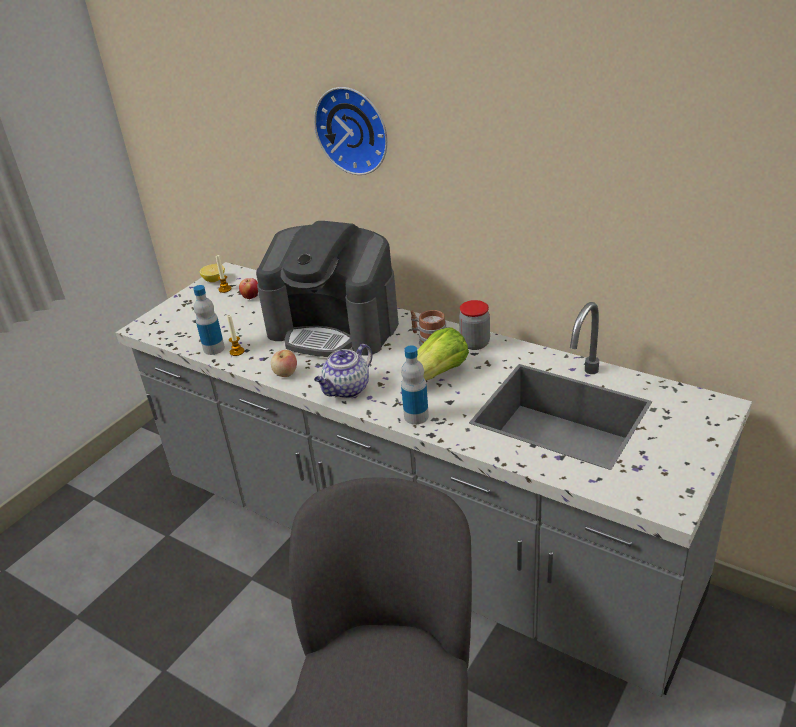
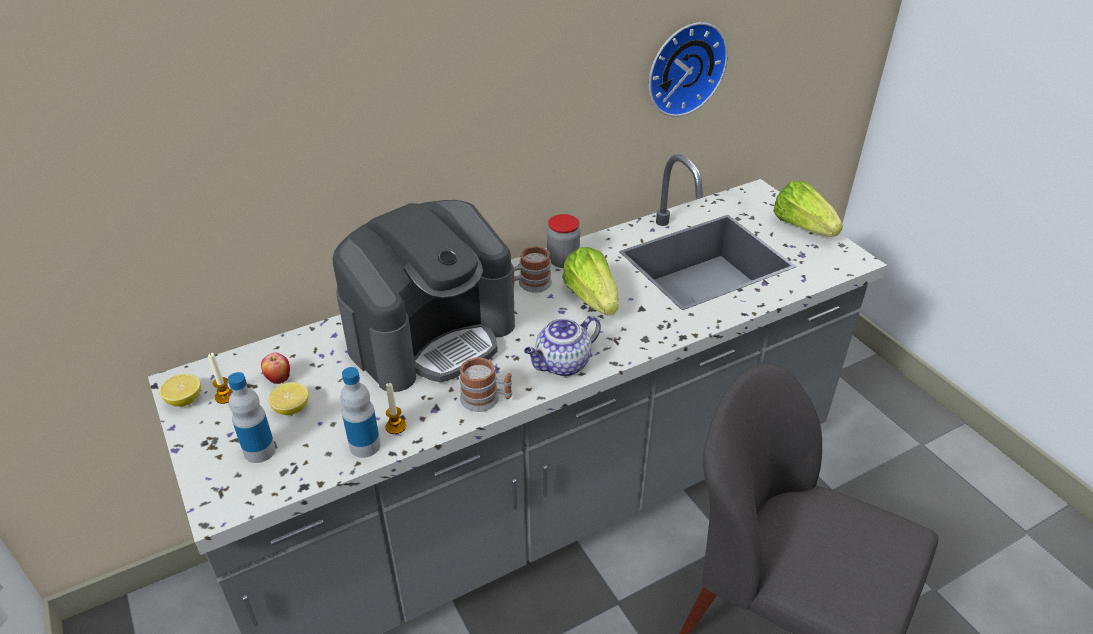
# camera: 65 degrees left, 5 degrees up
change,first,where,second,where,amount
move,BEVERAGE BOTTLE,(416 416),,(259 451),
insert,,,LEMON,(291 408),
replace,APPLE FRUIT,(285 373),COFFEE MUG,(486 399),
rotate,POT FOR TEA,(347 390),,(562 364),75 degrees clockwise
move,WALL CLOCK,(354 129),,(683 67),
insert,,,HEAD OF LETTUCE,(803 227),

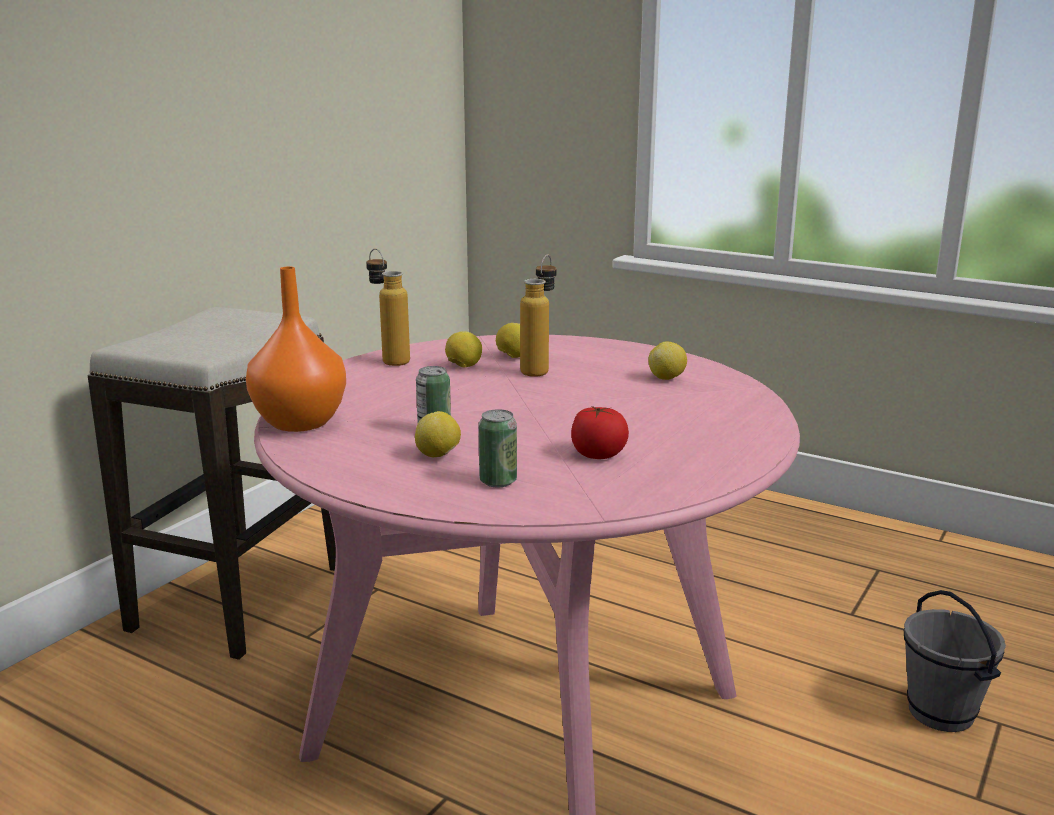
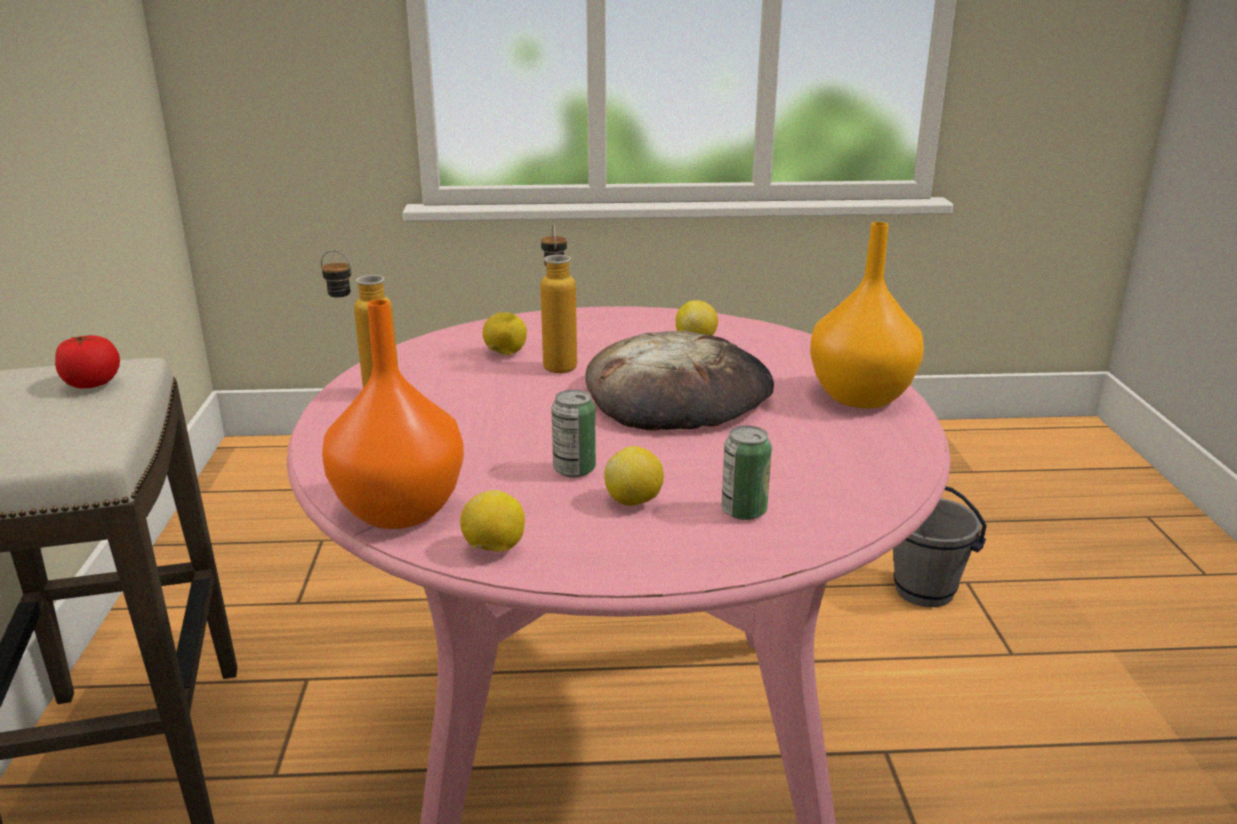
# camera: 35 degrees left, 5 degrees up
change,first,where,second,where,amount
move,FRESH TOMATO,(598 454),,(92 383),
move,LEMON,(463 366),,(494 549),
insert,,,BREAD,(678 394),
insert,,,ORANGE DECORATIVE VASE,(862 396),

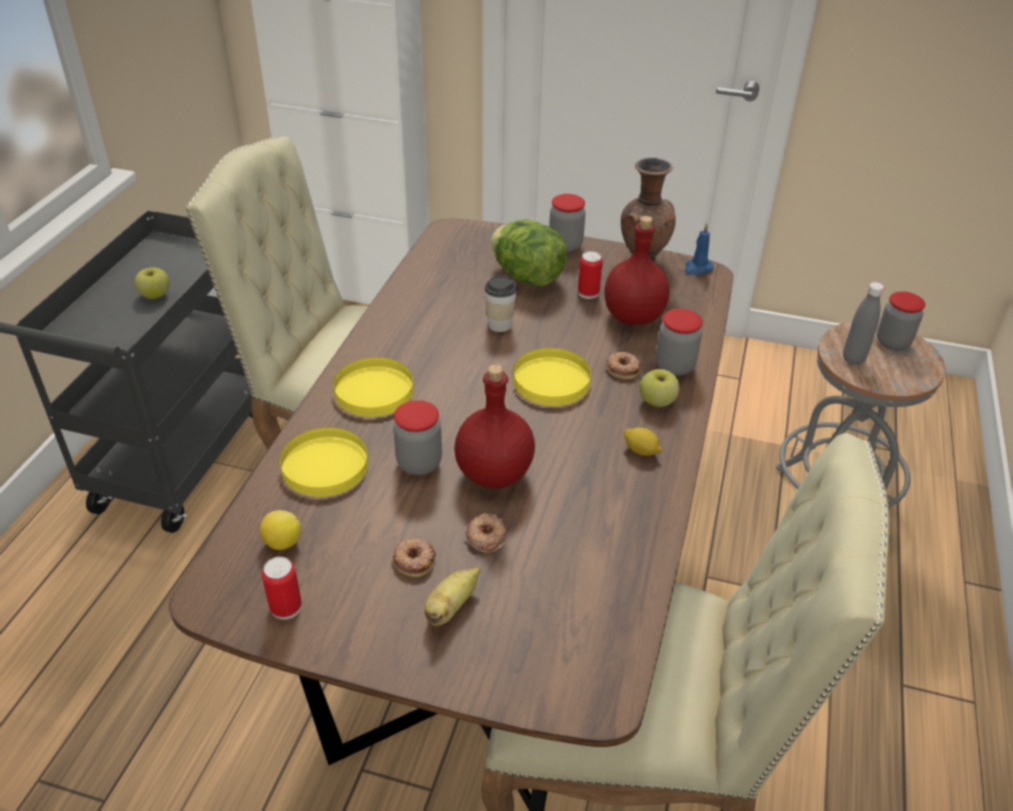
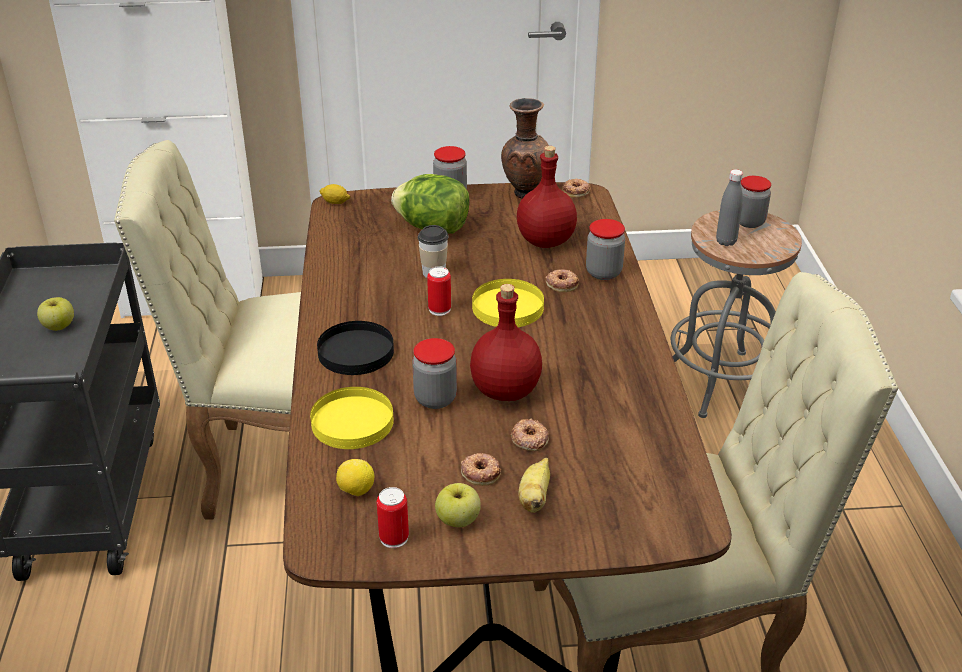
# camera: 20 degrees left, 5 degrees down
change,first,where,second,where,amount
recolor,YELLOW-COLOURED PLATE,(373 390),BLACKISH PLATE,(355 352),
move,LEMON,(641 450),,(335 202),
move,CAN,(588 293),,(439 309),
move,APPLE FRUIT,(657 402),,(458 520),
replace,BLUE CANDLE,(697 268),DOUGHNUT,(576 191),

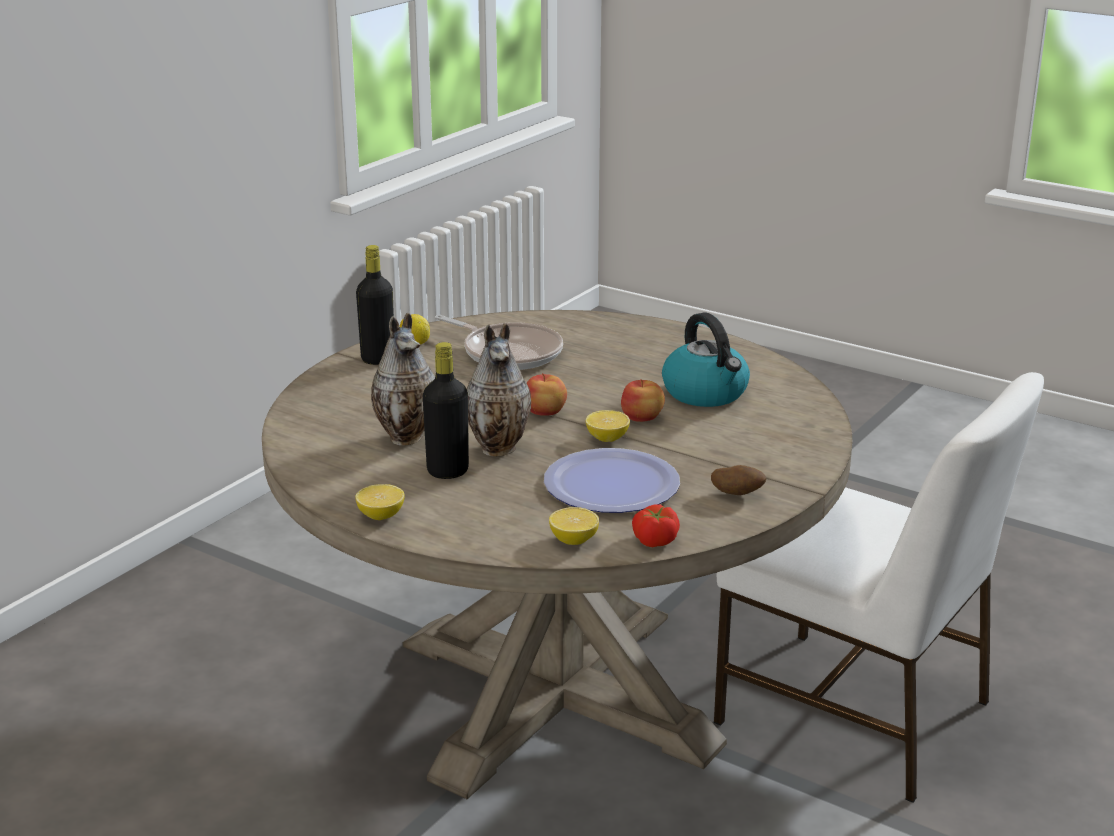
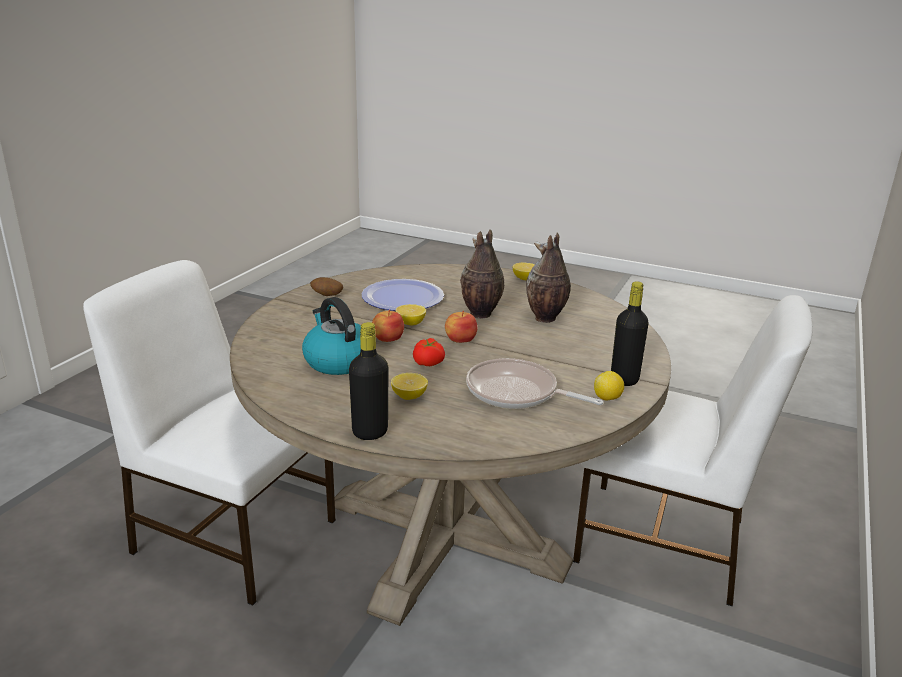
# camera: 170 degrees right, 0 degrees up
change,first,where,second,where,amount
move,BLACKISH BEVERAGE BOTTLE,(447 471),,(370 432),
move,LEMON,(573 540),,(409 396),
move,FRESH TOMATO,(654 540),,(429 362),
insert,,,WHITISH CHAIR,(664 542),

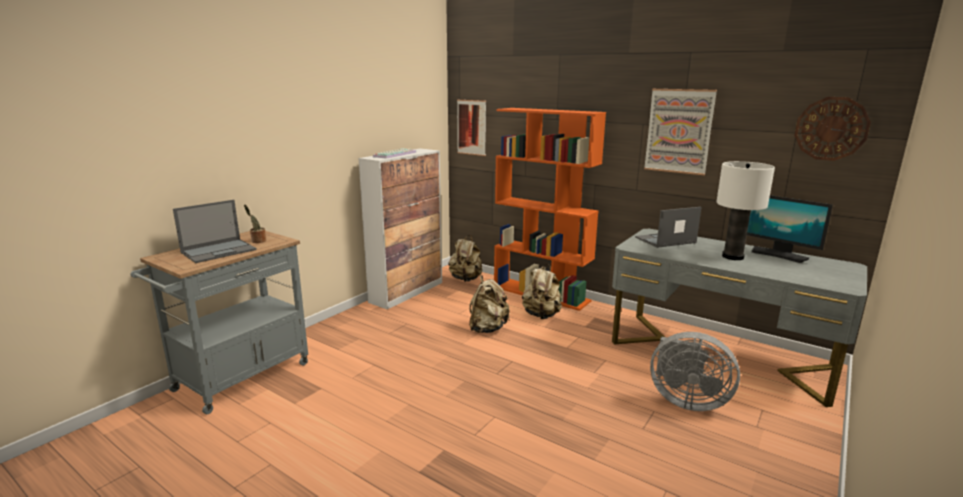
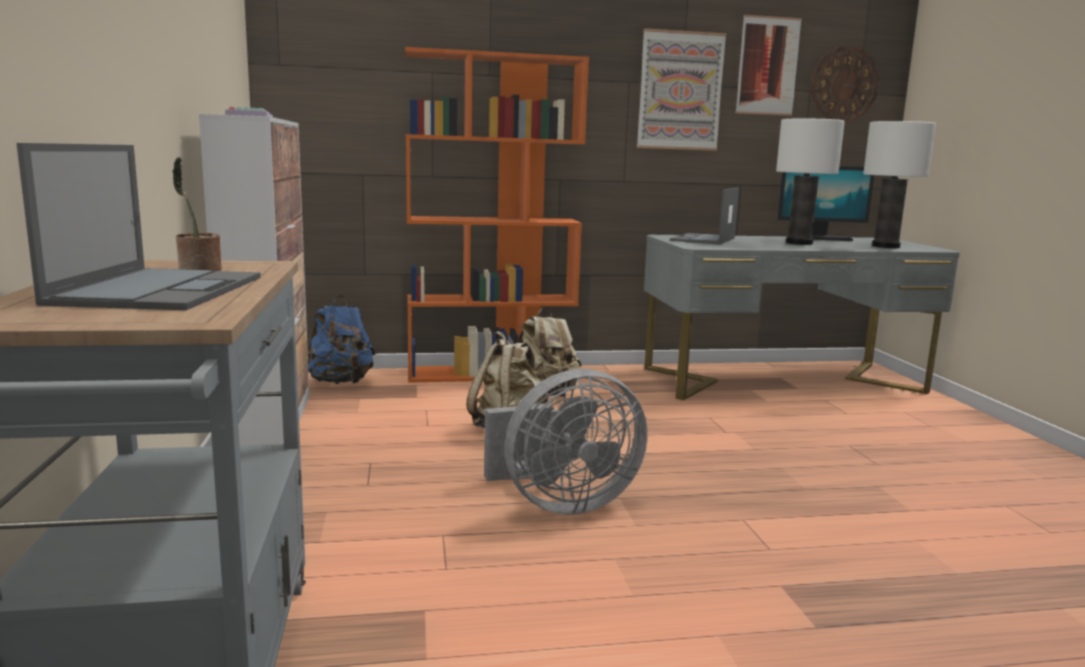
# camera: 45 degrees left, 5 degrees down
change,first,where,second,where,amount
recolor,BEIGE KNAPSACK,(466 279),BLUE KNAPSACK,(341 383),
move,GREY COOLING FAN,(685 400),,(561 503),
move,PICTURE,(471 127),,(767 66),
insert,,,WHITISH LAMP FOR A TABLE,(885 246),

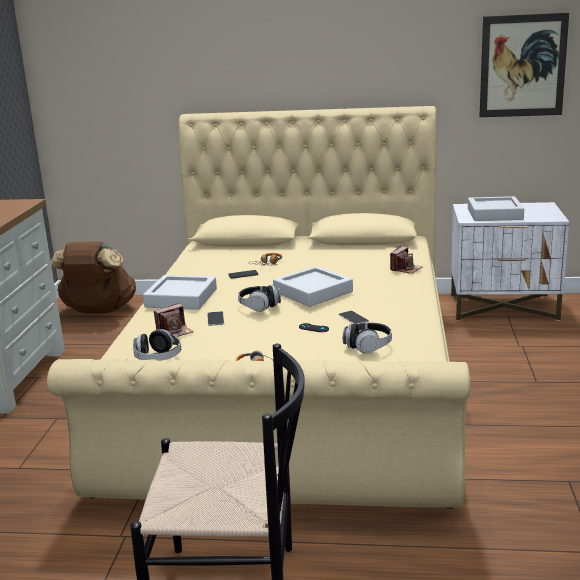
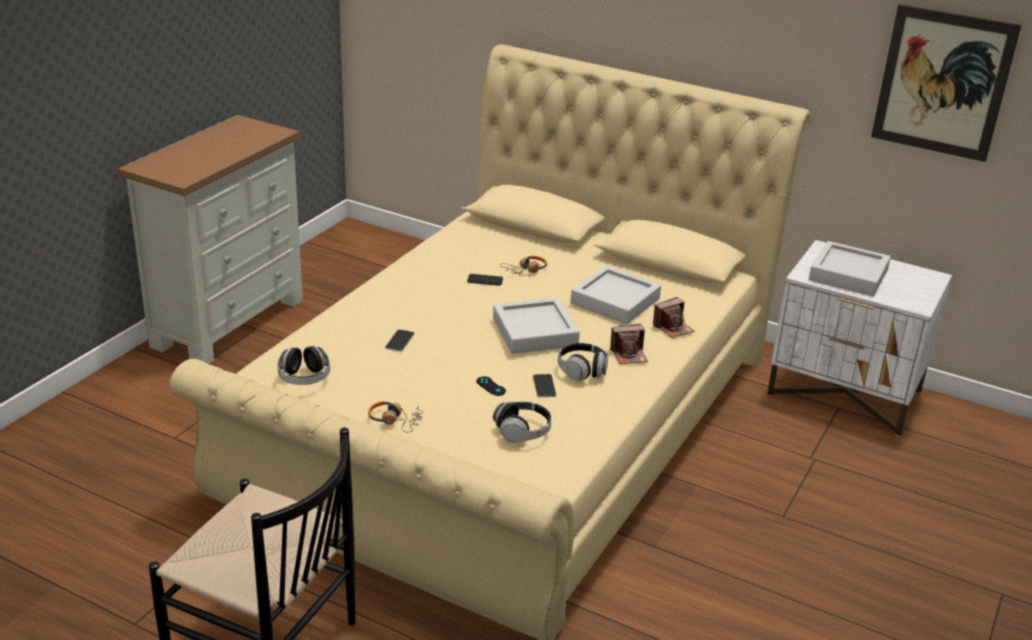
# camera: 20 degrees right, 10 degrees up
change,first,where,second,where,amount
move,PAIR OF HEADPHONES,(259 306),,(582 370),
move,GREY TRAY,(181 298),,(615 301),
move,PHOTO CAMERA,(175 332),,(629 355),
delete,BROWN-COLOURED KNAPSACK,(98 311),,,

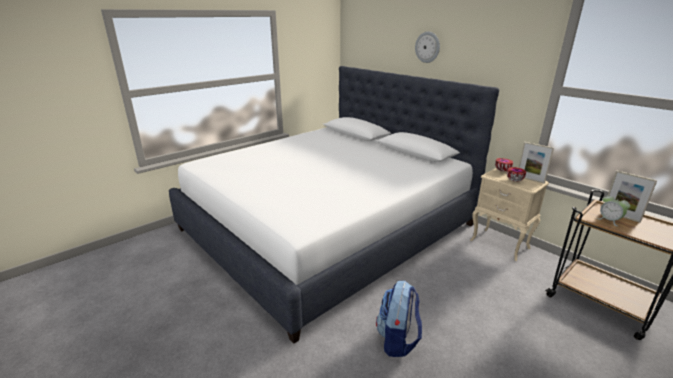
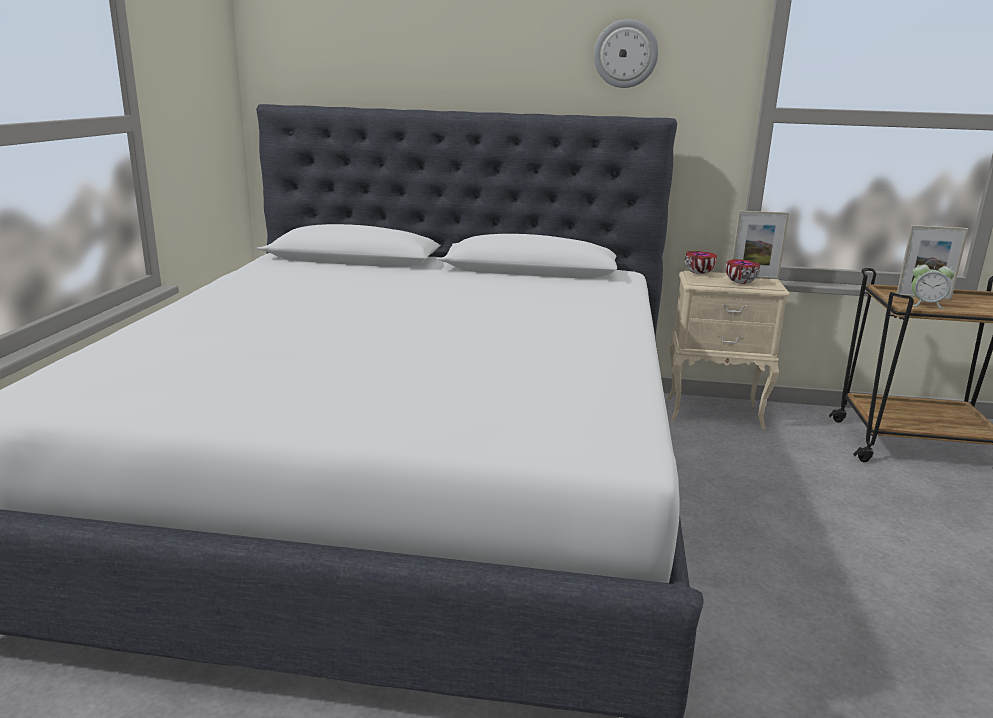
# camera: 40 degrees left, 5 degrees down
change,first,where,second,where,amount
move,WALL CLOCK,(427 47),,(625 54),
delete,KNAPSACK,(398 340),,,

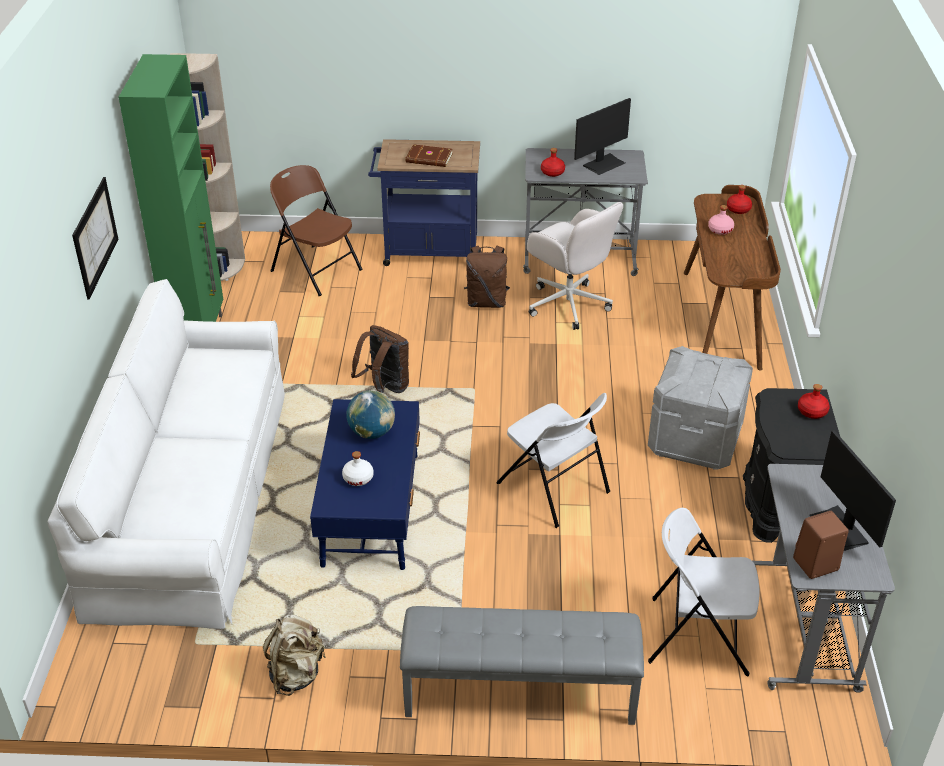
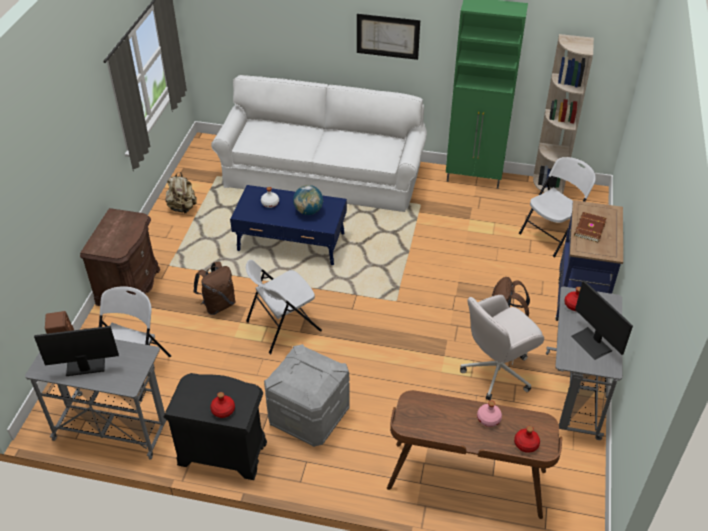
# camera: 100 degrees right, 5 degrees up
change,first,where,second,where,amount
replace,GREY LONG SEAT,(519 694),BROWN-COLOURED NIGHTSTAND,(131 285),
move,BROWN-COLOURED KNAPSACK,(385 388),,(218 305),
recolor,BROWN-COLOURED CHAIR,(316 270),WHITISH CHAIR,(553 234),

